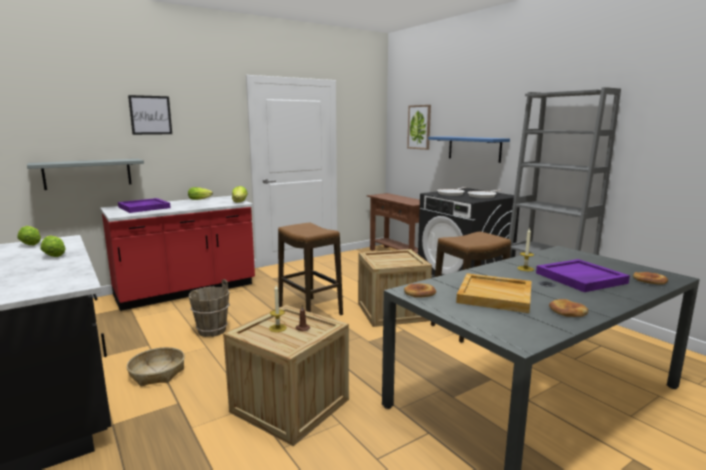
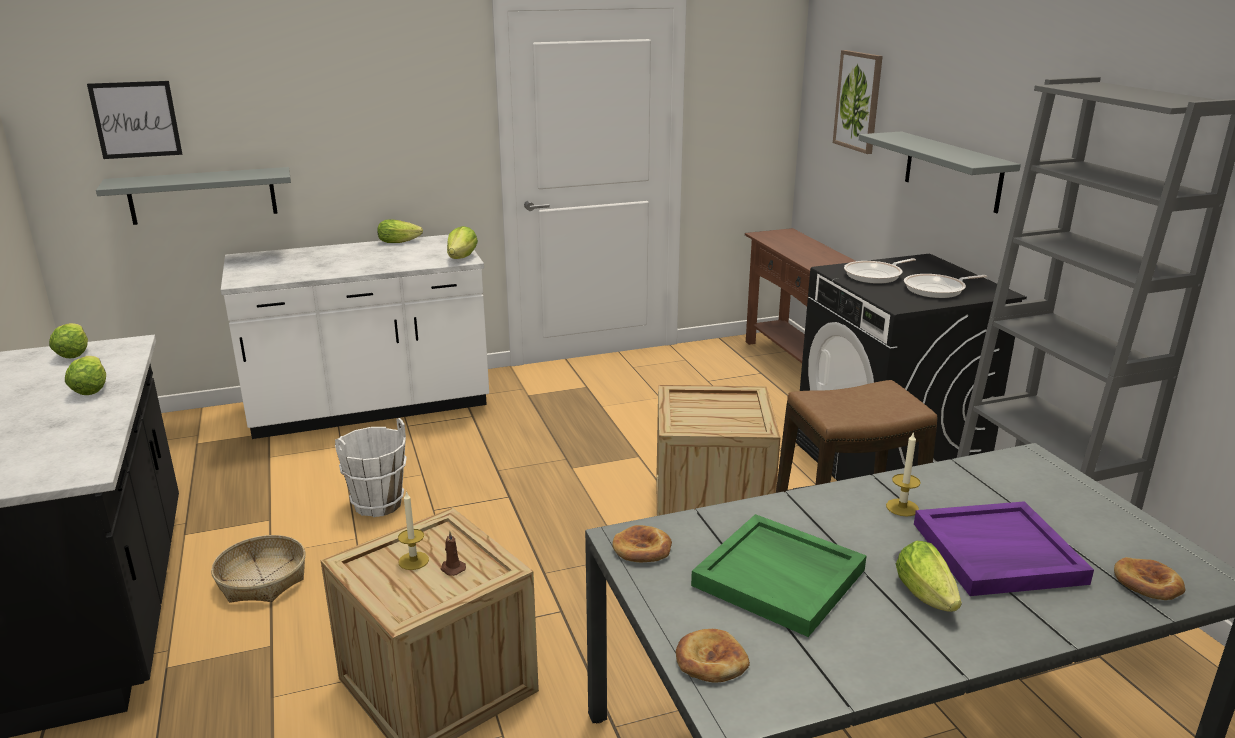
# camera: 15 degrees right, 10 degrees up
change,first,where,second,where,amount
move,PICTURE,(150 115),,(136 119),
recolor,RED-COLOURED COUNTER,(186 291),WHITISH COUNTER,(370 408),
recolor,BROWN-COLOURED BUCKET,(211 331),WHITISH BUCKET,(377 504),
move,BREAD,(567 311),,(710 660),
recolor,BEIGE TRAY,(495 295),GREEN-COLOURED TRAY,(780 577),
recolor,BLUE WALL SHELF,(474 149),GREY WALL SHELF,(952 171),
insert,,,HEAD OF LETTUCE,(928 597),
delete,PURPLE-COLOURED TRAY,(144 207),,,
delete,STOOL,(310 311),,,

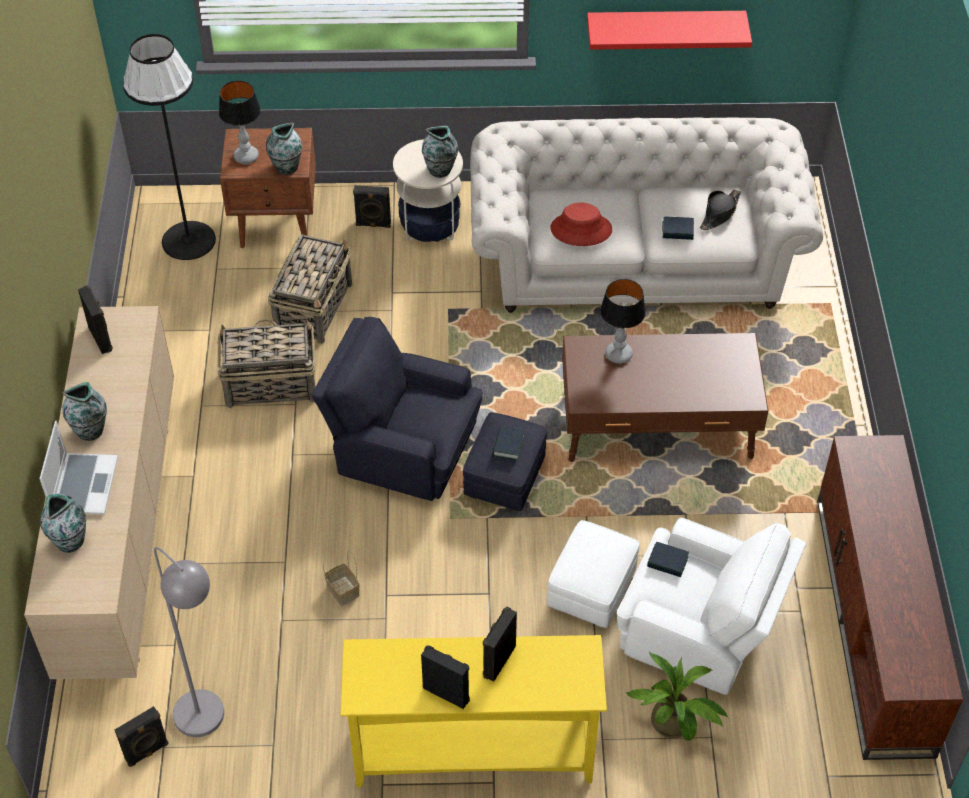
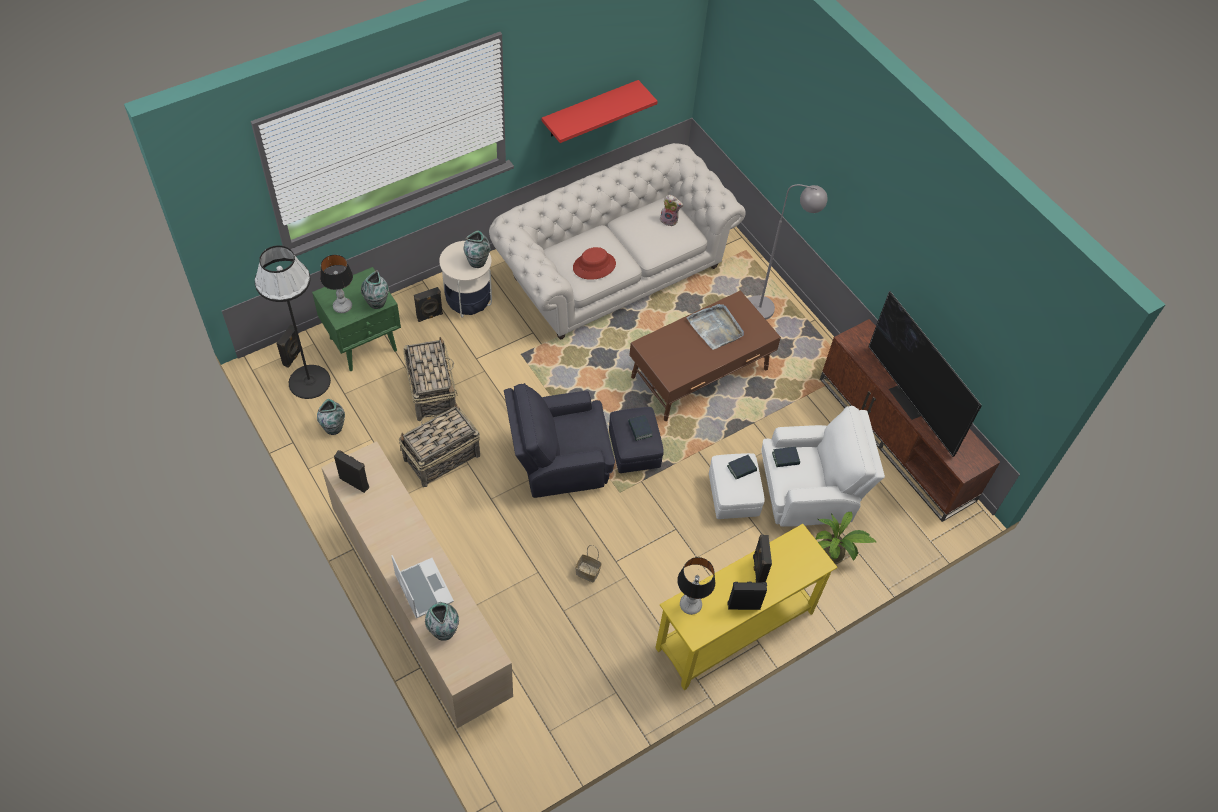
# camera: 35 degrees left, 5 degrees up
change,first,where,second,where,amount
move,BLACKISH LOUDSPEAKER,(147 752),,(293 357),
recolor,BROWN-COLOURED NIGHTSTAND,(277 225),GREEN-COLOURED NIGHTSTAND,(364 344),
move,DECORATIVE VASE,(91 430),,(334 427),
replace,BLACKISH CLOTHING HAT,(719 213),SOFT TOY,(669 220),
move,LAMP FOR A TABLE,(618 355),,(690 605),
insert,,,GREY TRAY,(715 328),
move,VOLUME,(677 231),,(741 469),
move,GREY STANDING LAMP,(209 725),,(768 311),
insert,,,TELEVISION,(909 401),

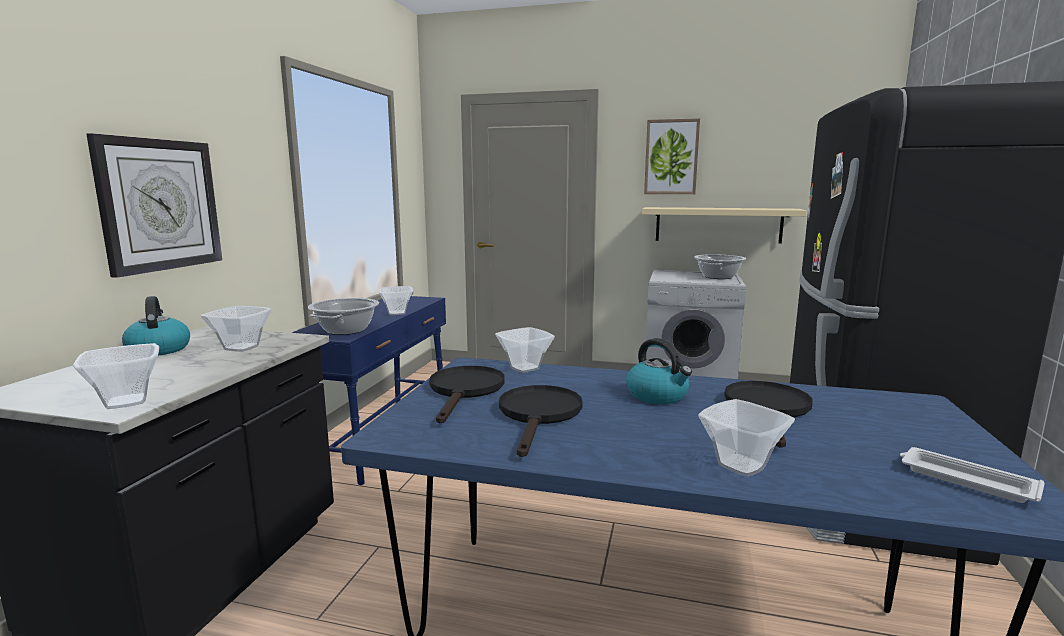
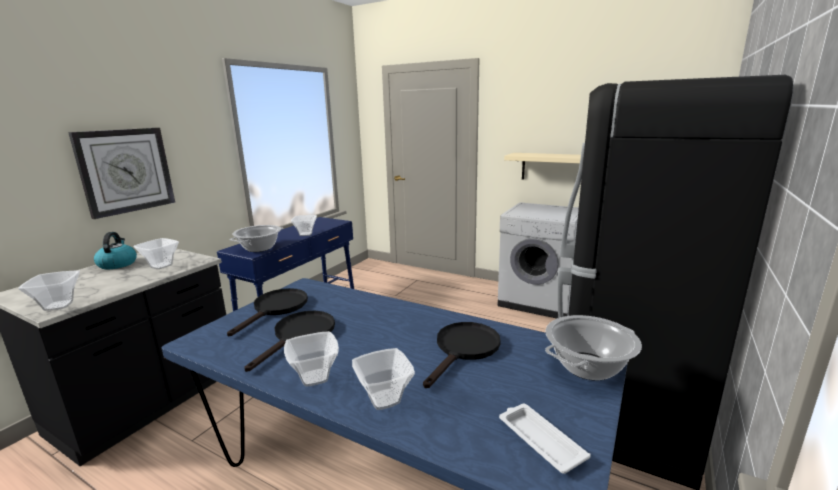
# camera: 15 degrees right, 5 degrees up
change,first,where,second,where,amount
move,BOWL,(526 368),,(315 378),
move,STOCKPOT,(718 277),,(588 366),
delete,TEA KETTLE,(658 395),,,
delete,PICTURE,(671 157),,,

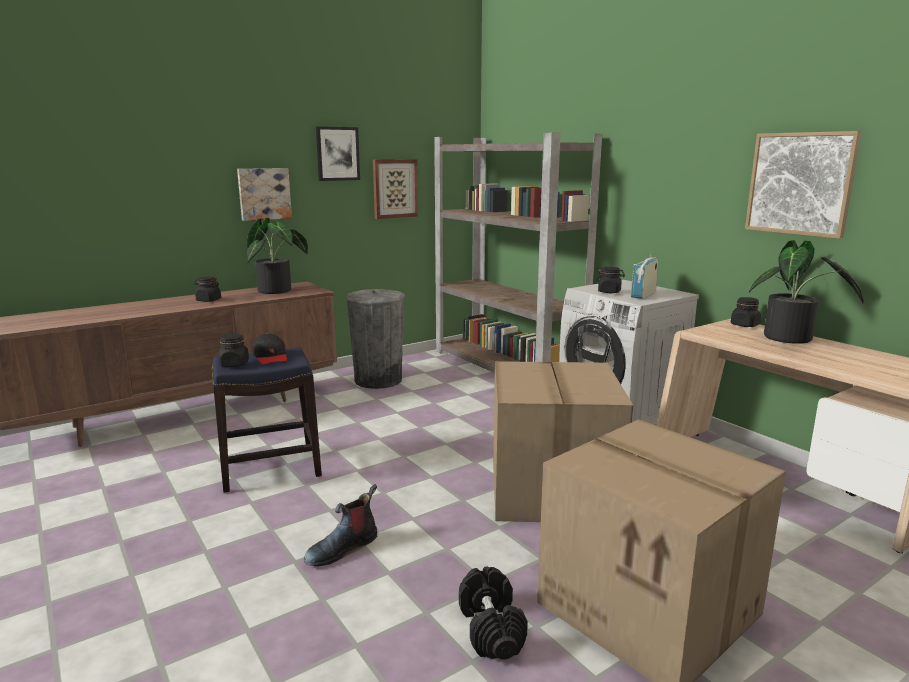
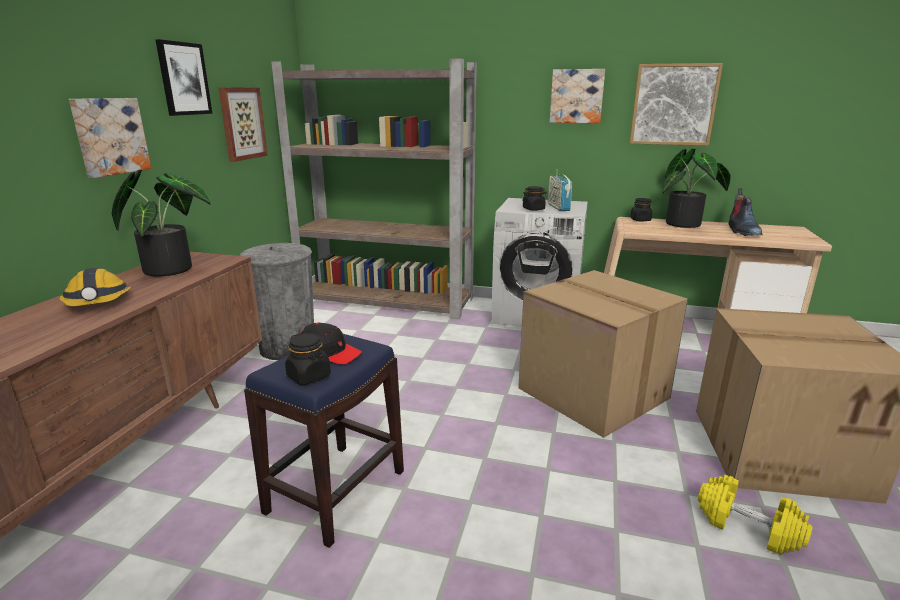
# camera: 40 degrees left, 5 degrees up
change,first,where,second,where,amount
replace,BLACKISH JAR,(208 300),SAFETY HELMET,(98 303),
insert,,,PICTURE,(576 96),
recolor,BLACKISH HAND WEIGHT,(491 628),YELLOW-COLOURED HAND WEIGHT,(748 527),
move,BOOT,(342 548),,(742 231),

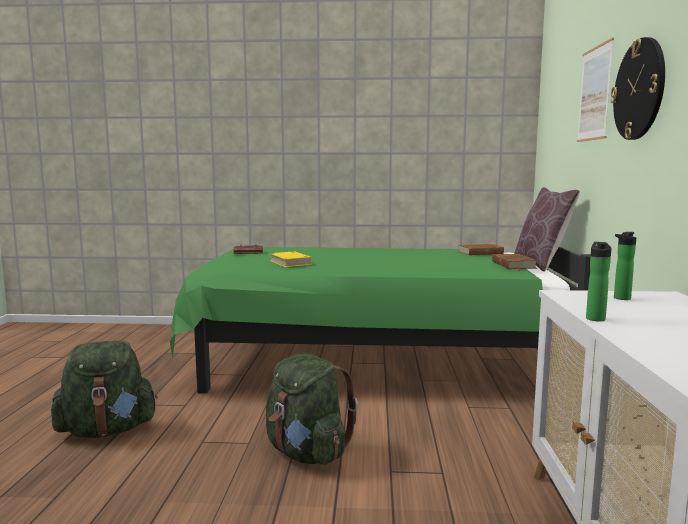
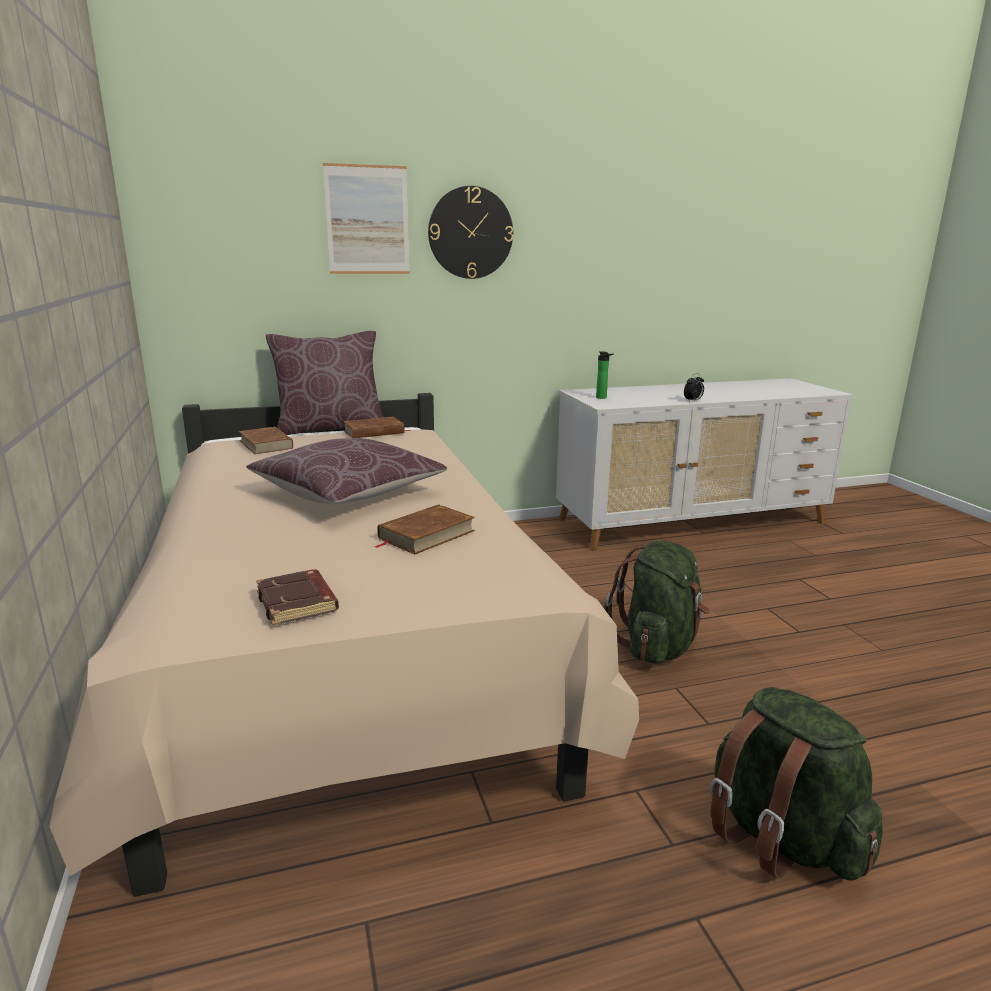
# camera: 110 degrees left, 10 degrees up
change,first,where,second,where,amount
recolor,GREEN-COLOURED BEDROOM BED,(371 359),BEIGE BEDROOM BED,(344 655),
insert,,,BROWN-COLOURED THROW PILLOW,(348 492),
recolor,YELLOW-COLOURED VOLUME,(290 262),BROWN-COLOURED VOLUME,(426 534),
insert,,,ALARM CLOCK,(693 401),
delete,BEVERAGE BOTTLE,(595 318),,,

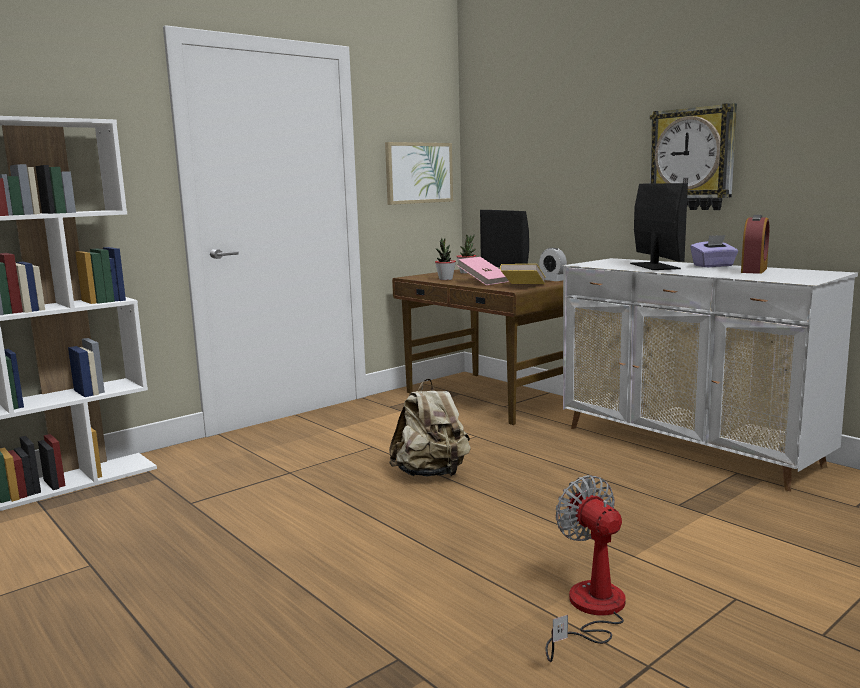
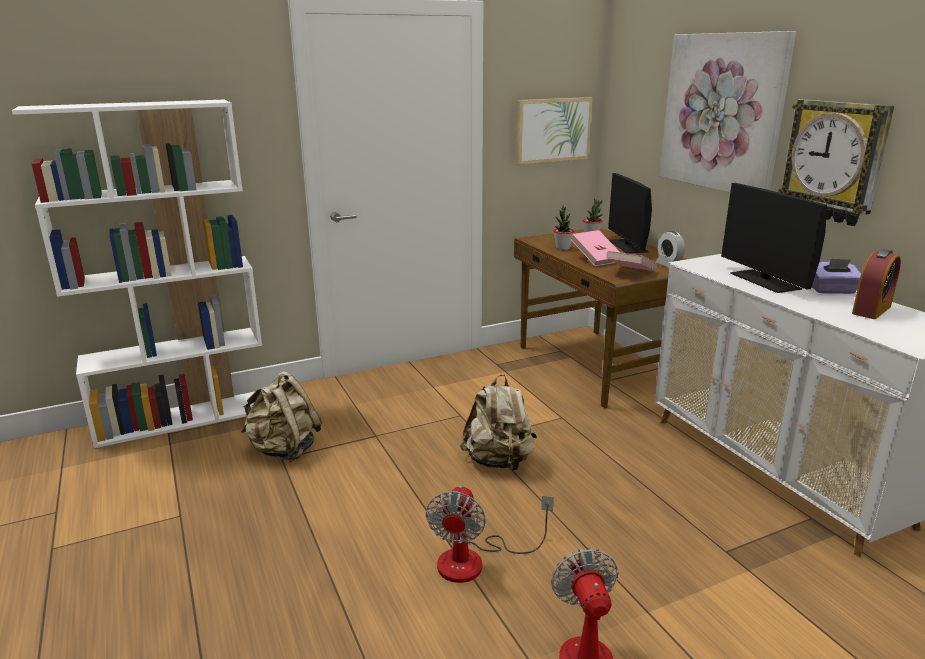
# camera: 15 degrees right, 10 degrees up
change,first,where,second,where,amount
insert,,,BEIGE KNAPSACK,(284 450),
insert,,,COOLING FAN,(475 560),
recolor,YELLOW-COLOURED VOLUME,(523 286),PINK VOLUME,(630 273),
insert,,,PICTURE,(722 113),
rotate,COMPUTER SCREEN,(654 266),,(764 281),150 degrees clockwise

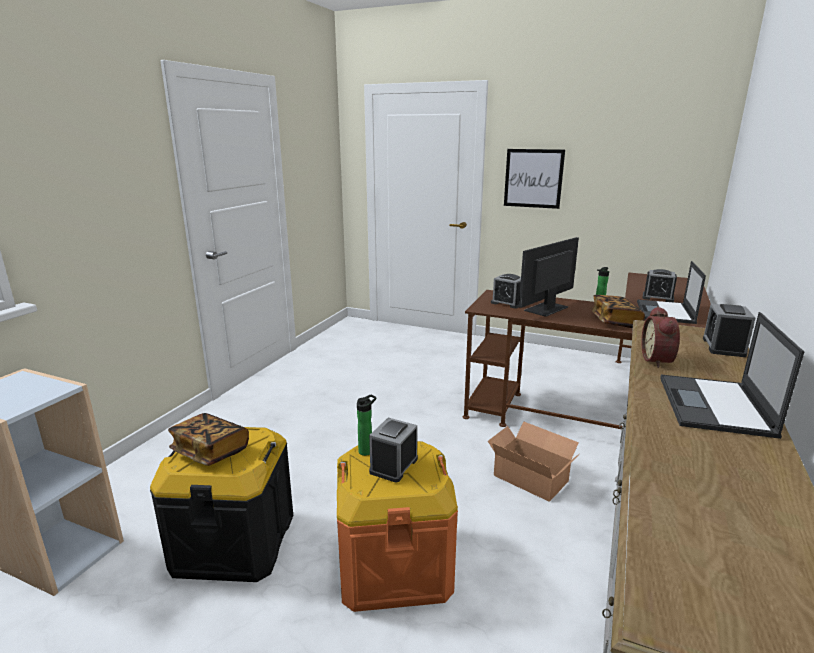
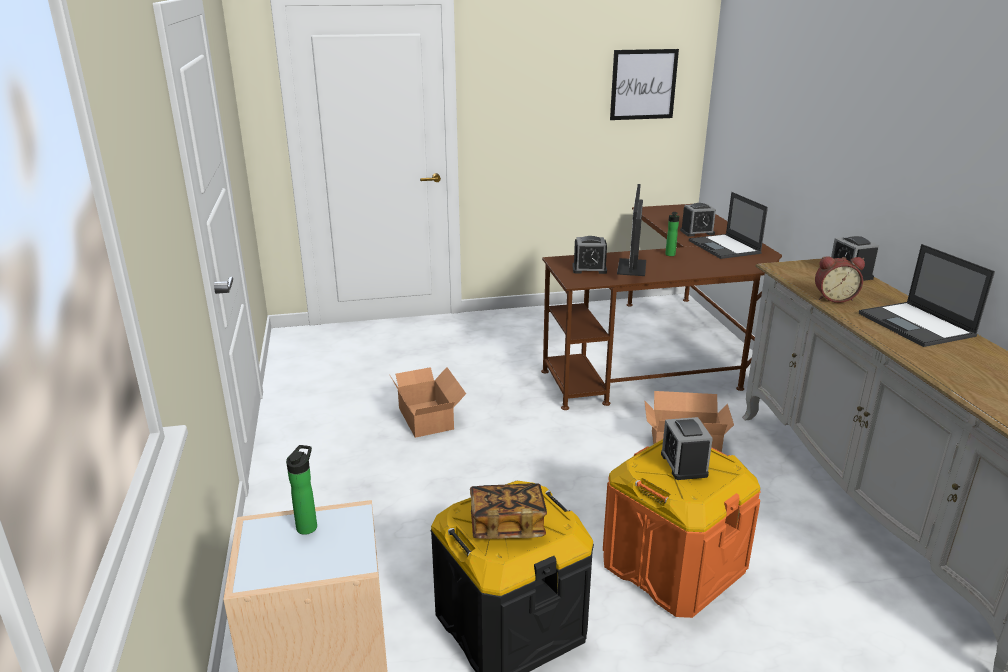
# camera: 35 degrees left, 5 degrees up
change,first,where,second,where,amount
move,BEVERAGE BOTTLE,(367 451),,(308 525),
insert,,,PACKING BOX,(428 417),
move,PICTURE,(533 178),,(643 84),
rotate,ALARM CLOCK,(659 360),,(834 298),60 degrees counterclockwise
delete,VOLUME,(614 321),,,

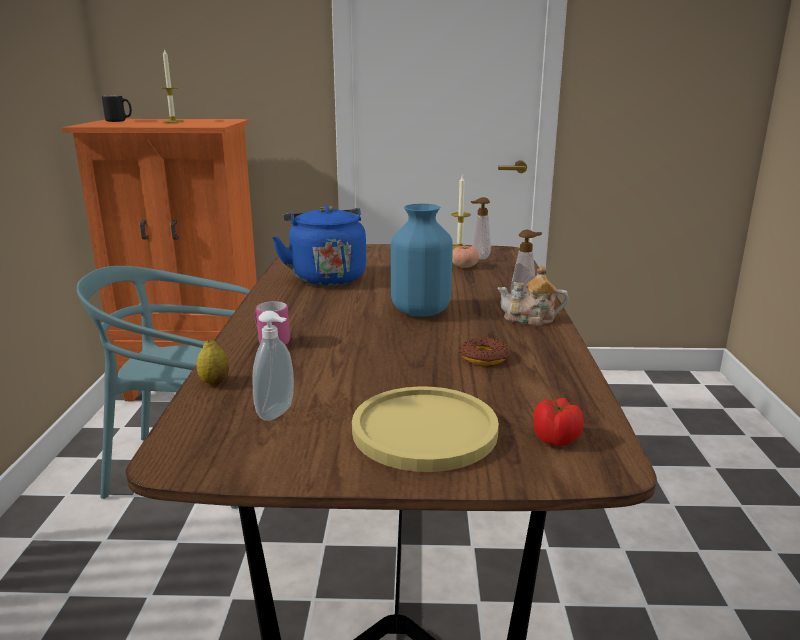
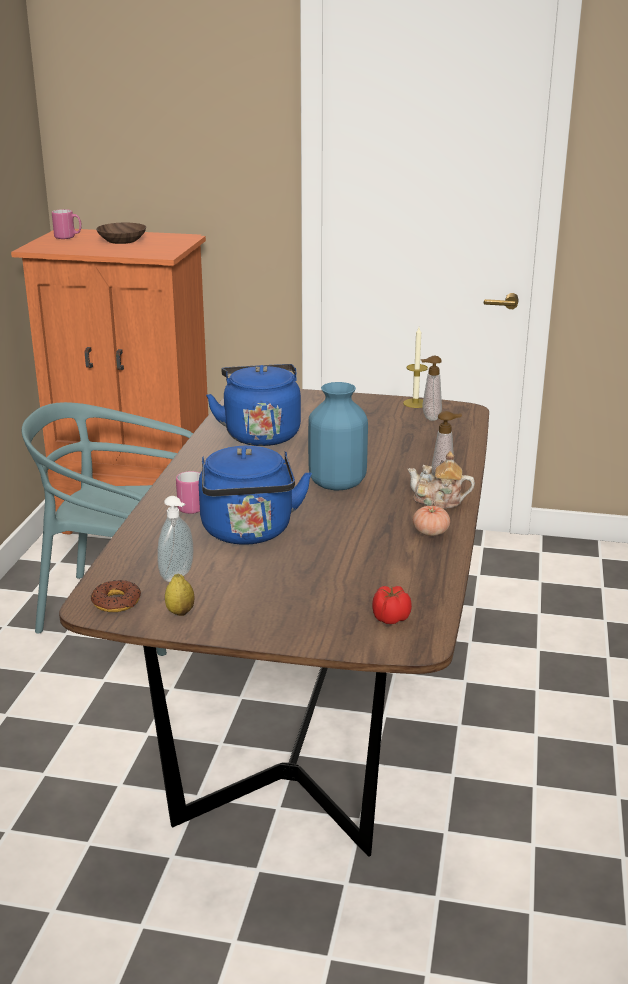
# camera: 10 degrees right, 5 degrees up
change,first,where,second,where,amount
recolor,BLACKISH COFFEE MUG,(119 121),PINK COFFEE MUG,(68 237),
move,DOUGHNUT,(484 357),,(116 602),
replace,CANDLE,(173 121),BROWN-COLOURED BOWL,(123 241),
move,LEMON,(214 382),,(180 612),
insert,,,BLUE TEA KETTLE,(248 533),
move,FRESH TOMATO,(464 266),,(430 532),
delete,YELLOW-COLOURED PLATE,(424 430),,,

